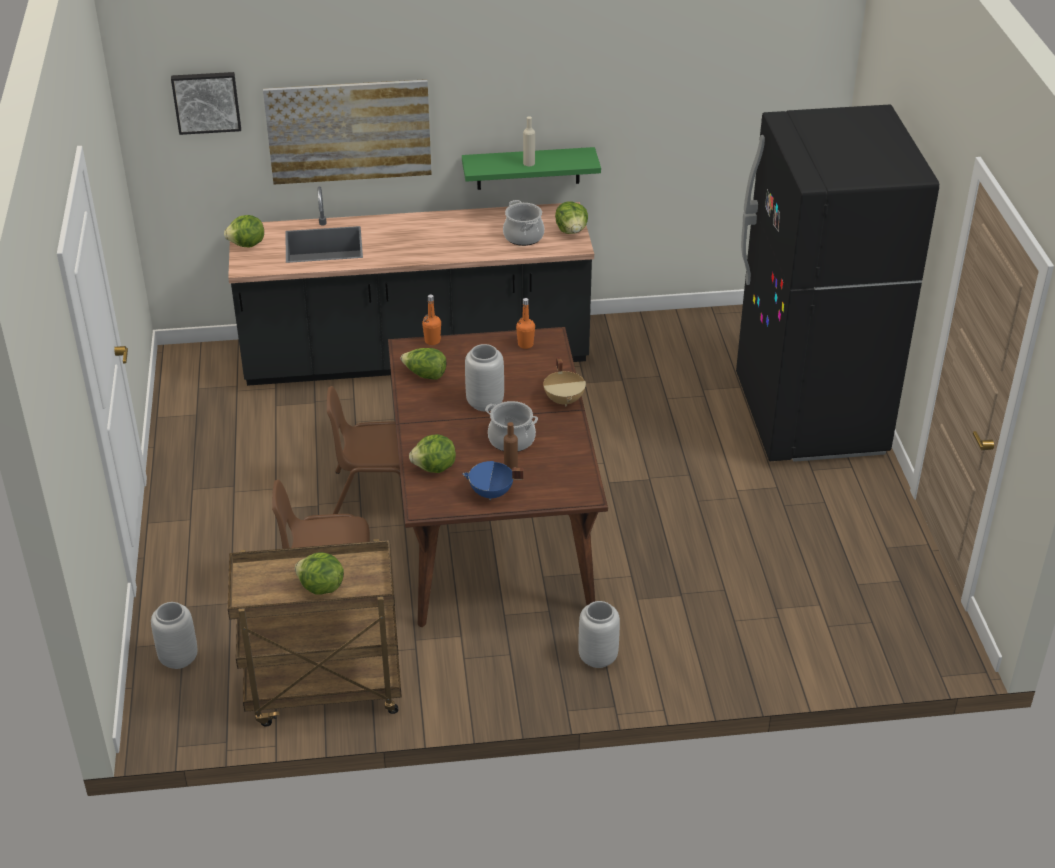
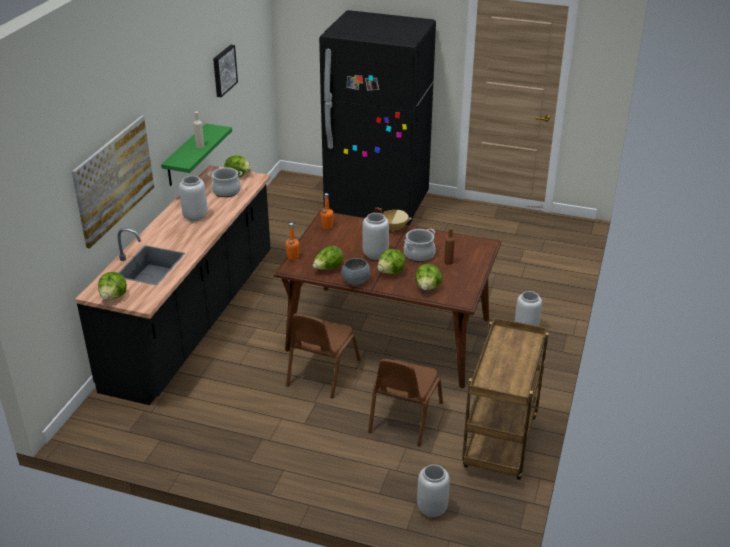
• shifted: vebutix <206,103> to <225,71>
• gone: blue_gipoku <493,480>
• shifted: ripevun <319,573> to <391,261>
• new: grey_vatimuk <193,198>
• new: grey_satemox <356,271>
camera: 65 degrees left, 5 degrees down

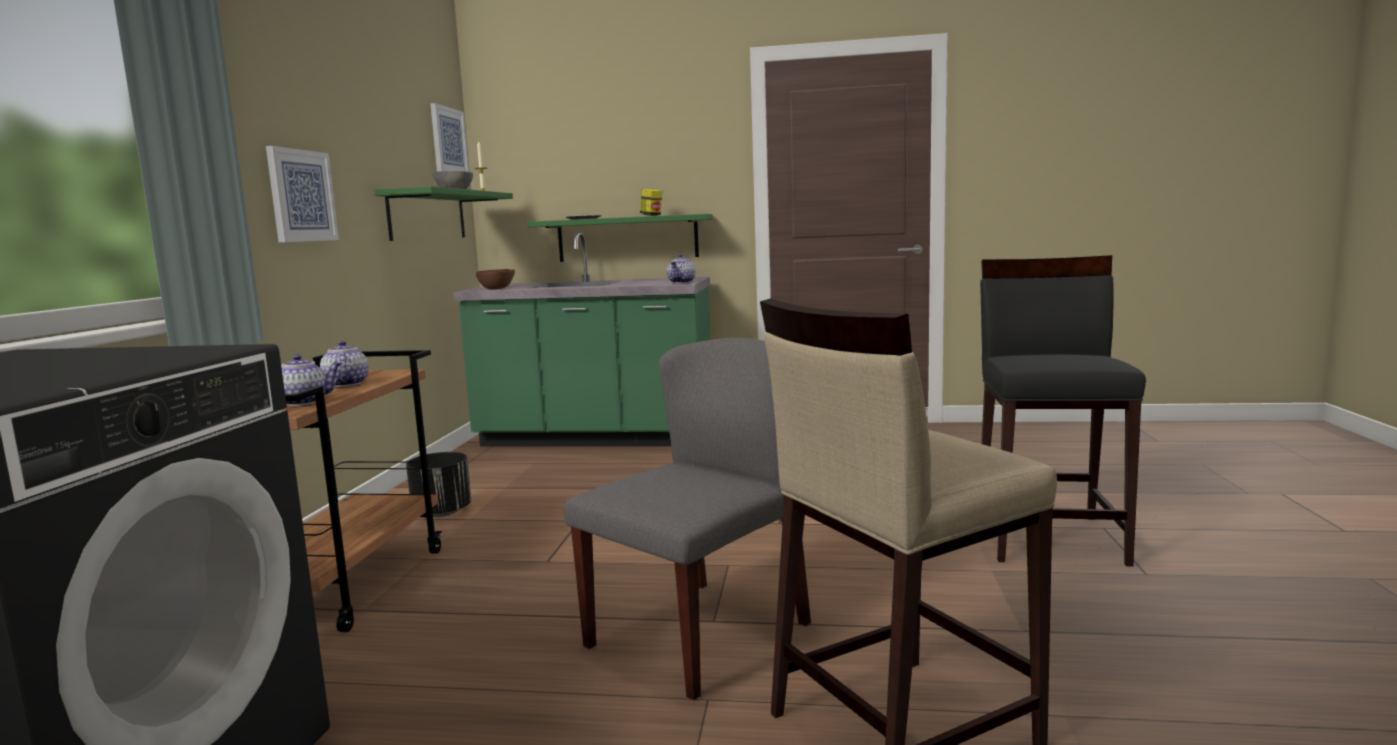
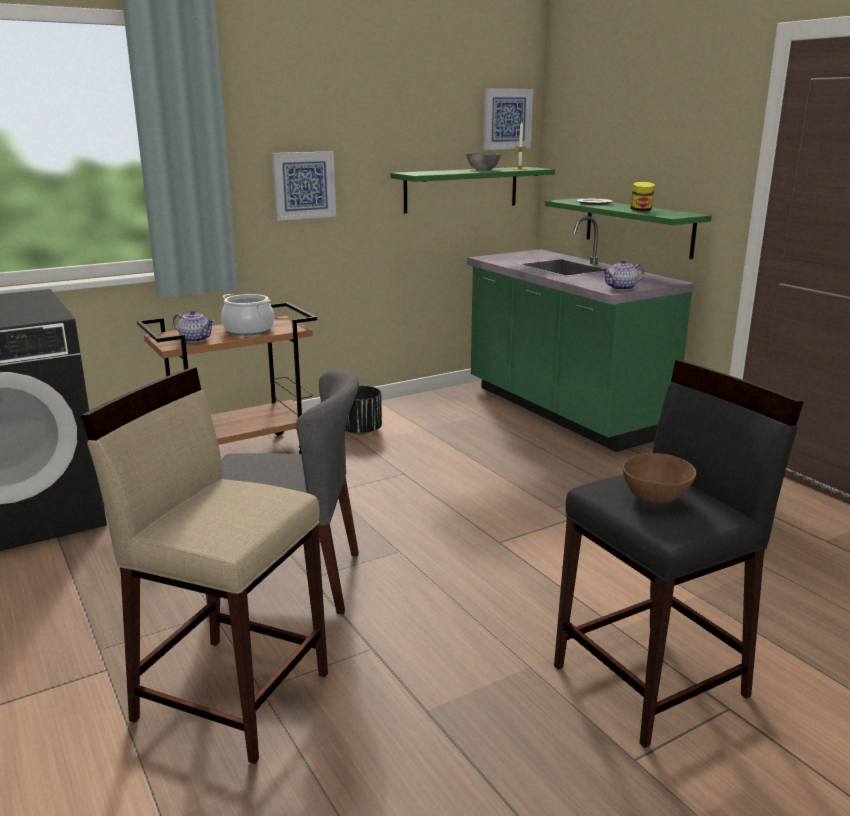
• shifted: brown_satemox <495,279> to <659,478>
• swapped: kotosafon <344,364> to gipoku <247,315>
camera: 50 degrees right, 10 degrees up

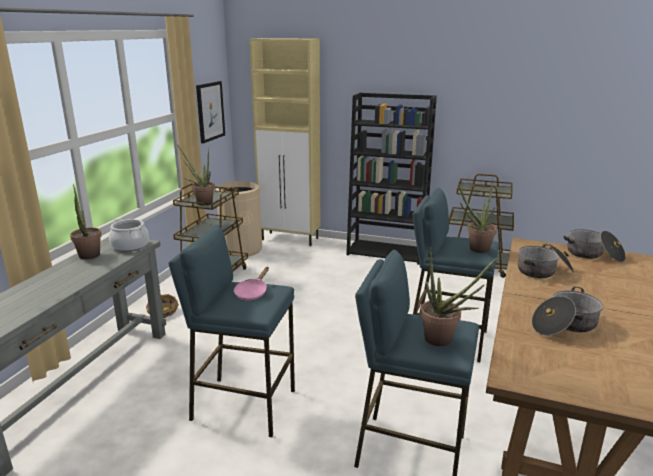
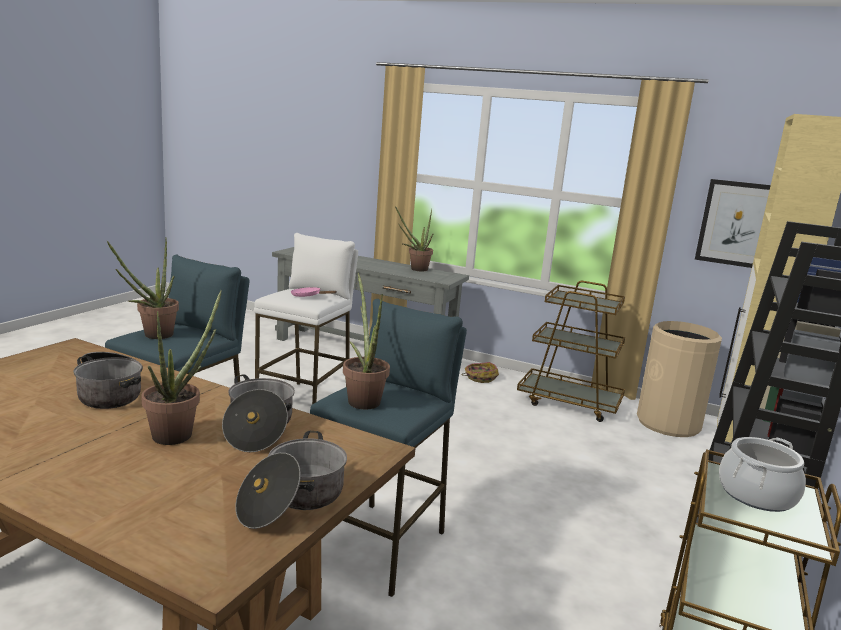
• shifted: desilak <196,174> to <181,367>
• shifted: gipoku <129,235> to <762,474>
• repainted: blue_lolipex <231,331> to white_lolipex <306,319>
camera: 95 degrees right, 5 degrees down

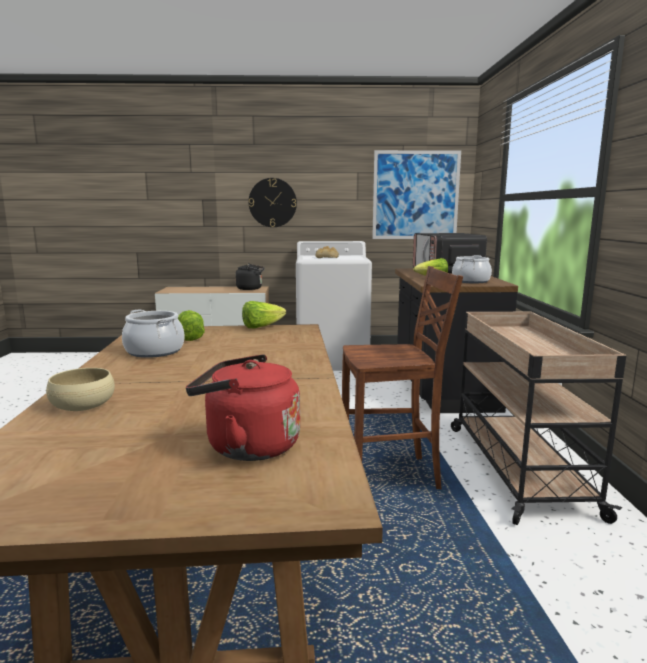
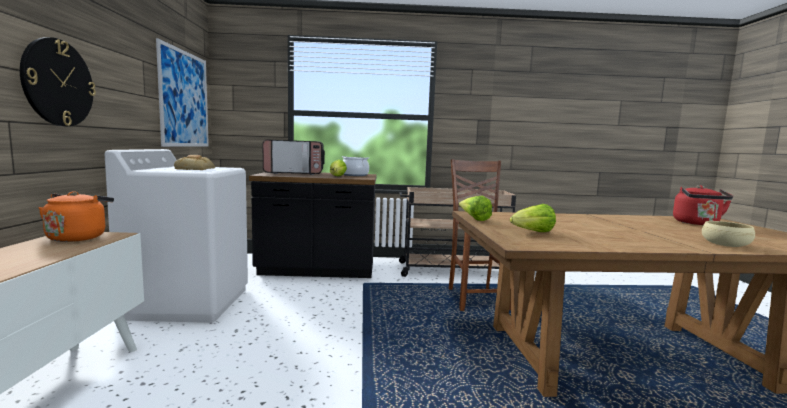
• repainted: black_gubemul <250,276> to orange_gubemul <76,216>
• gone: gipoku <153,333>
camera: 90 degrees left, 5 degrees down

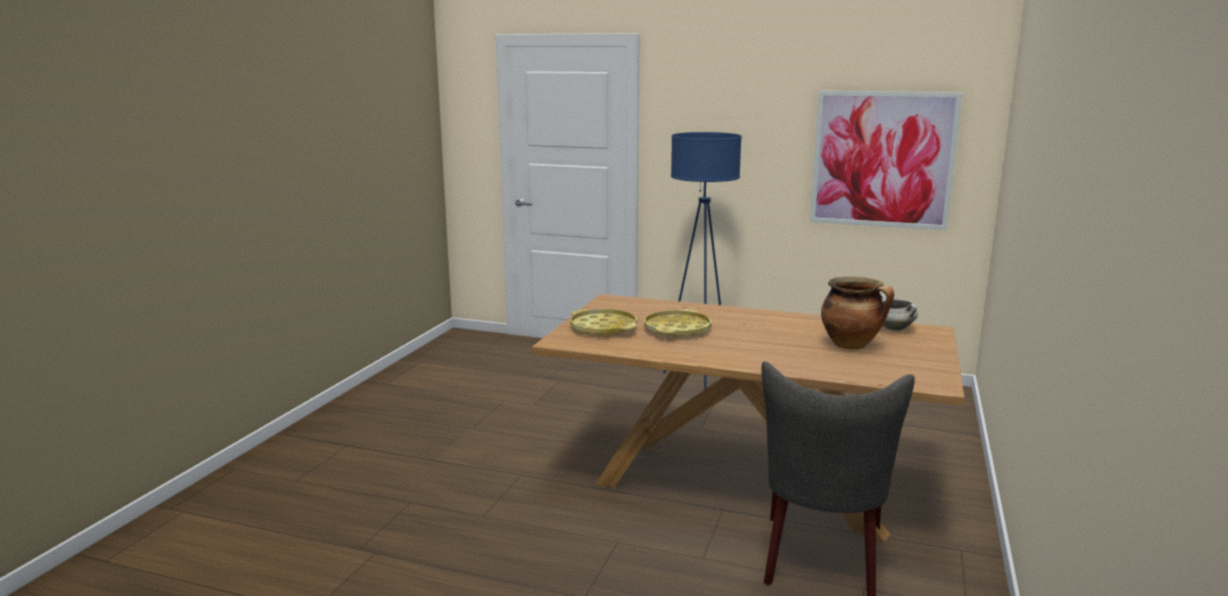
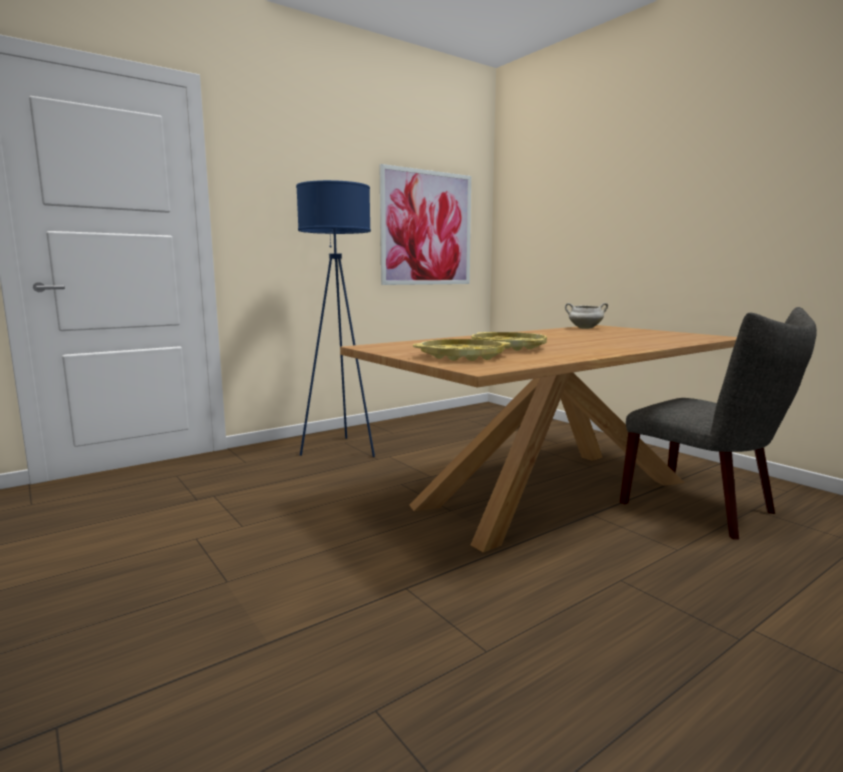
• gone: gipoku <857,313>
camera: 55 degrees left, 5 degrees down

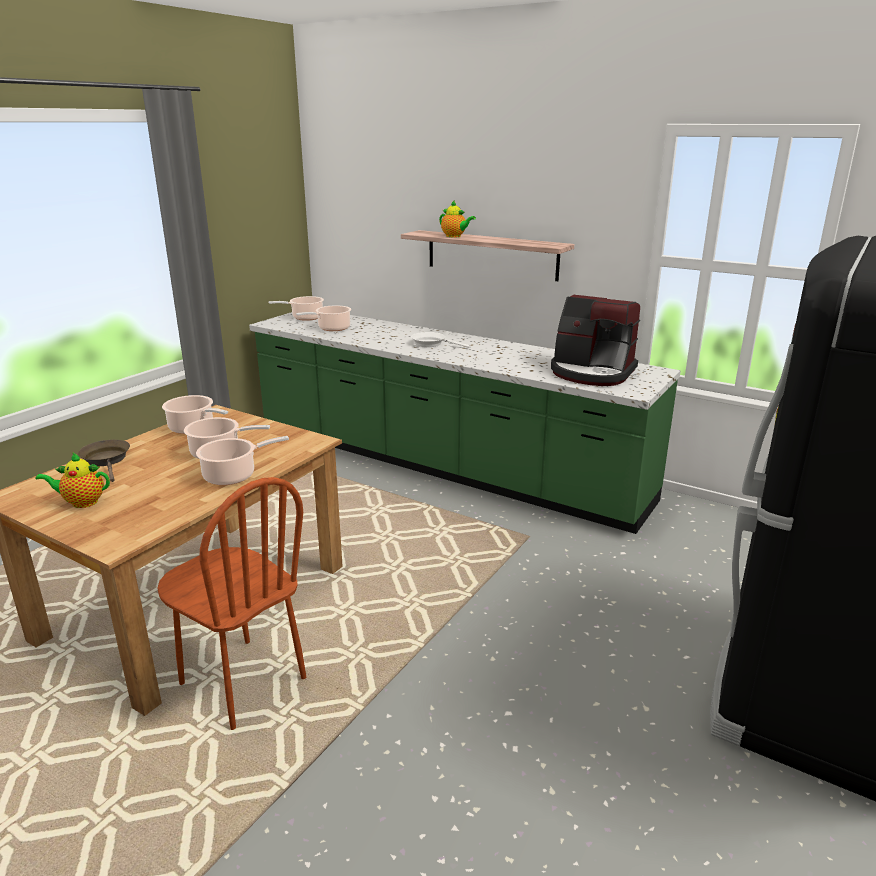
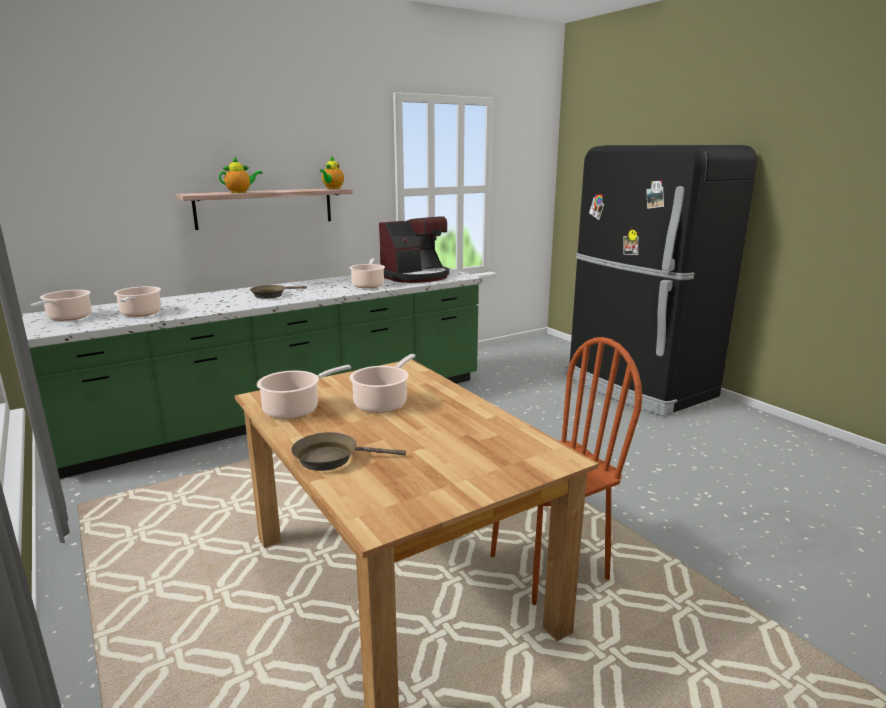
• repainted: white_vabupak <440,340> to brown_vabupak <278,292>
• shifted: gipoku <242,460> to <367,273>
• shifted: kotosafon <72,480> to <332,172>
camera: 65 degrees left, 5 degrees down

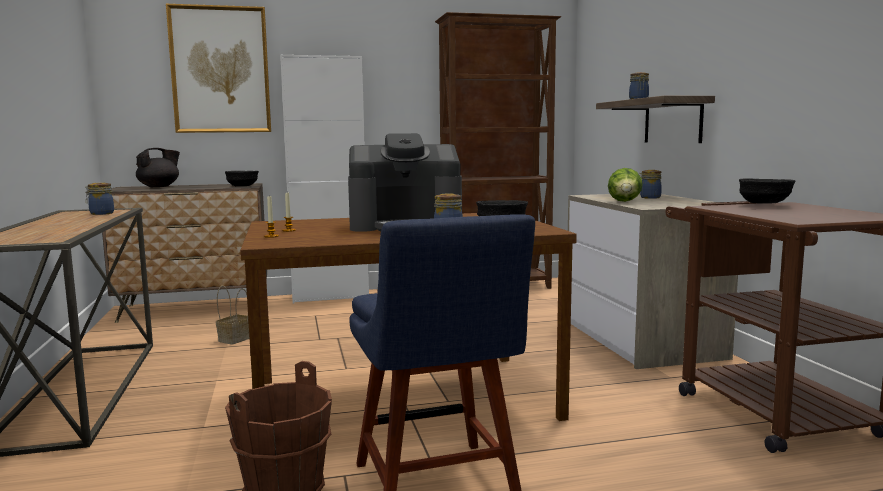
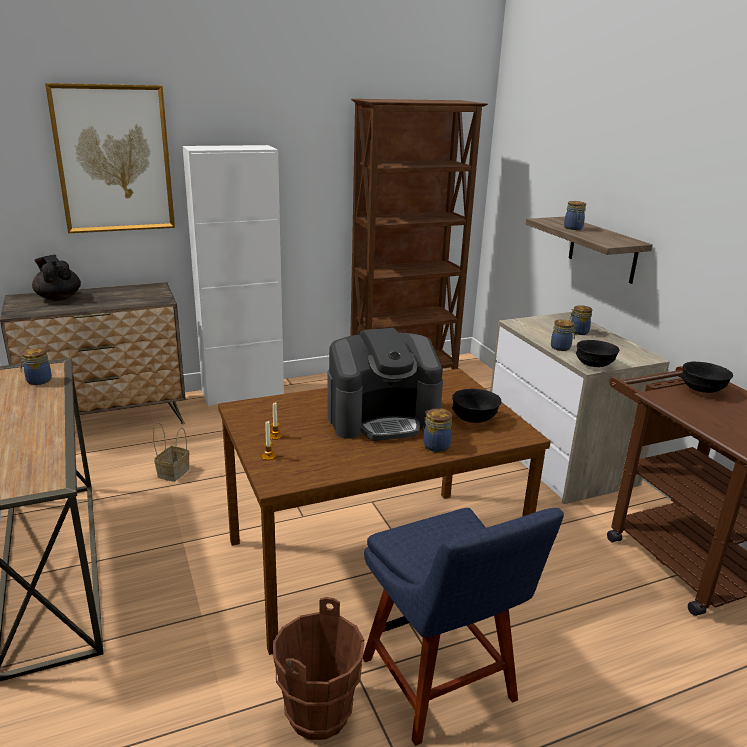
• rotated: black_kotosafon <158,167> = <56,278> 75 degrees counterclockwise
• swapped: ripevun <625,185> to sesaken <564,335>
• shifted: black_satemox <242,178> to <598,353>
camera: 10 degrees left, 15 degrees up

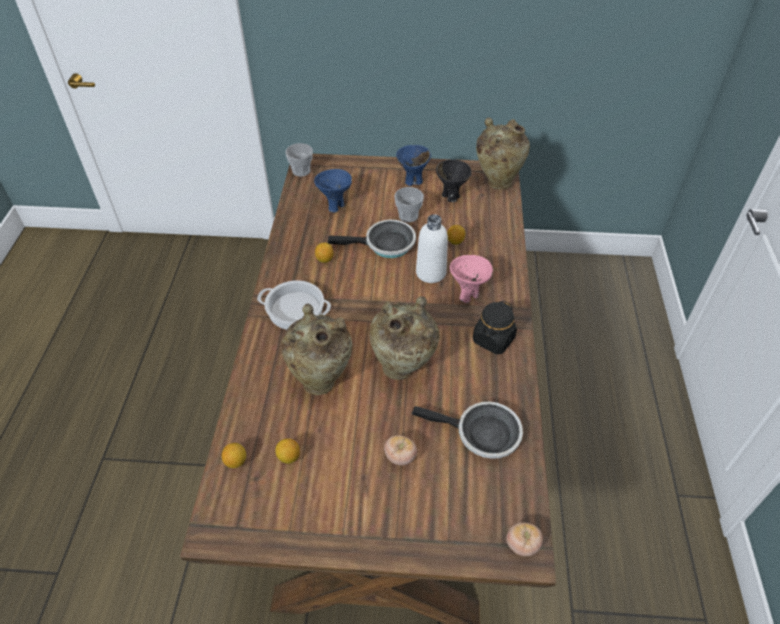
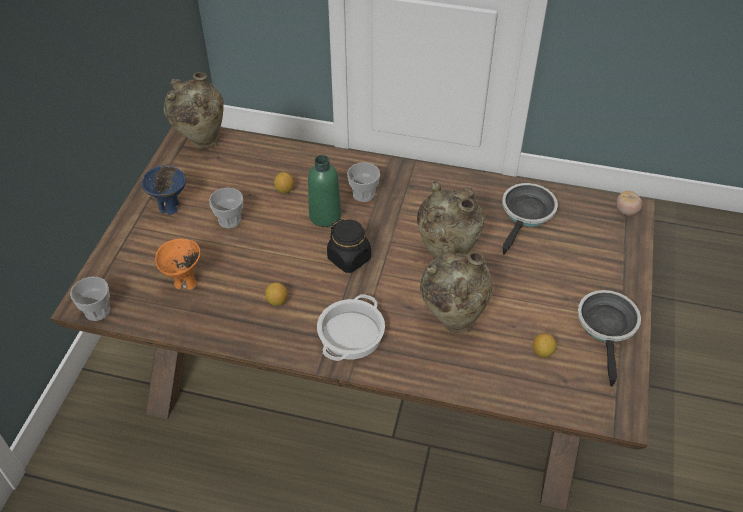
• gone: black_satemox <454,181>
• repainted: blue_satemox <333,191> to orange_satemox <178,264>
• repainted: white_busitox <432,248> to green_busitox <325,191>
• shifted: vabupak <372,239> to <609,338>
• swapped: pink_satemox <471,279> to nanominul <363,182>
• shifted: black_sesaken <495,327> to <349,246>
• gone: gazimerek <400,450>
• gone: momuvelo <234,455>
camera: 80 degrees left, 0 degrees up

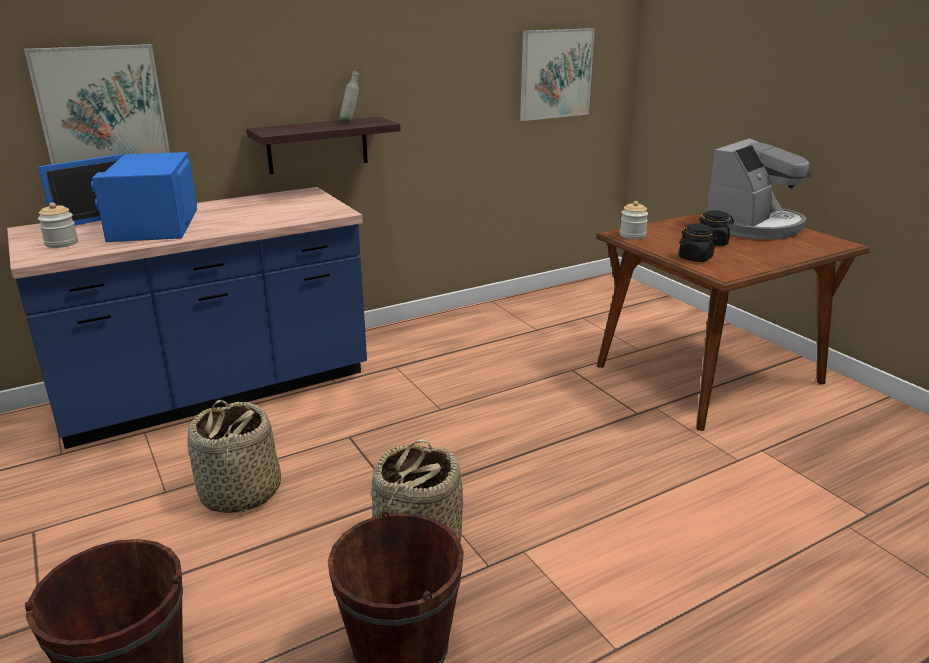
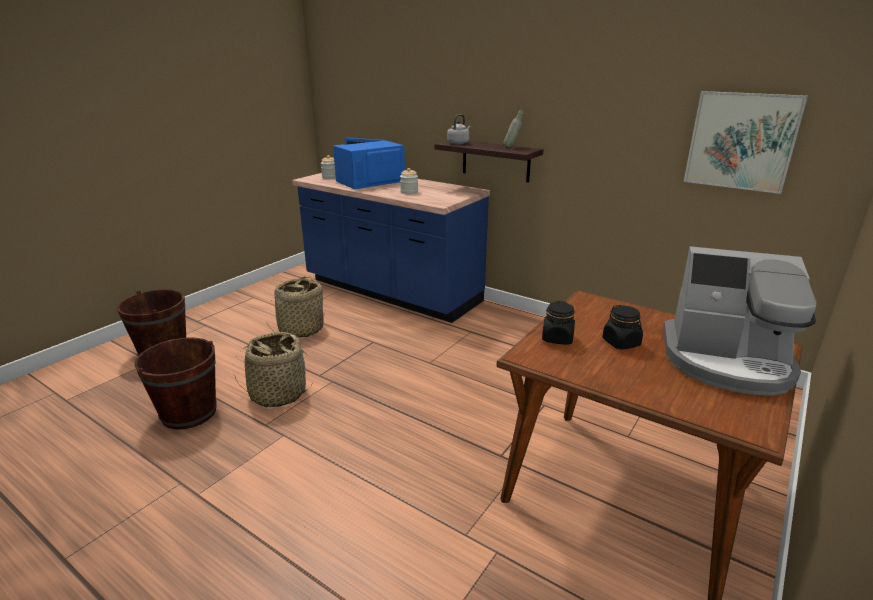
• gone: vebutix <97,104>
• shifted: sesaken <634,220> to <409,181>
• new: grey_gubemul <459,129>
camera: 65 degrees right, 0 degrees up

